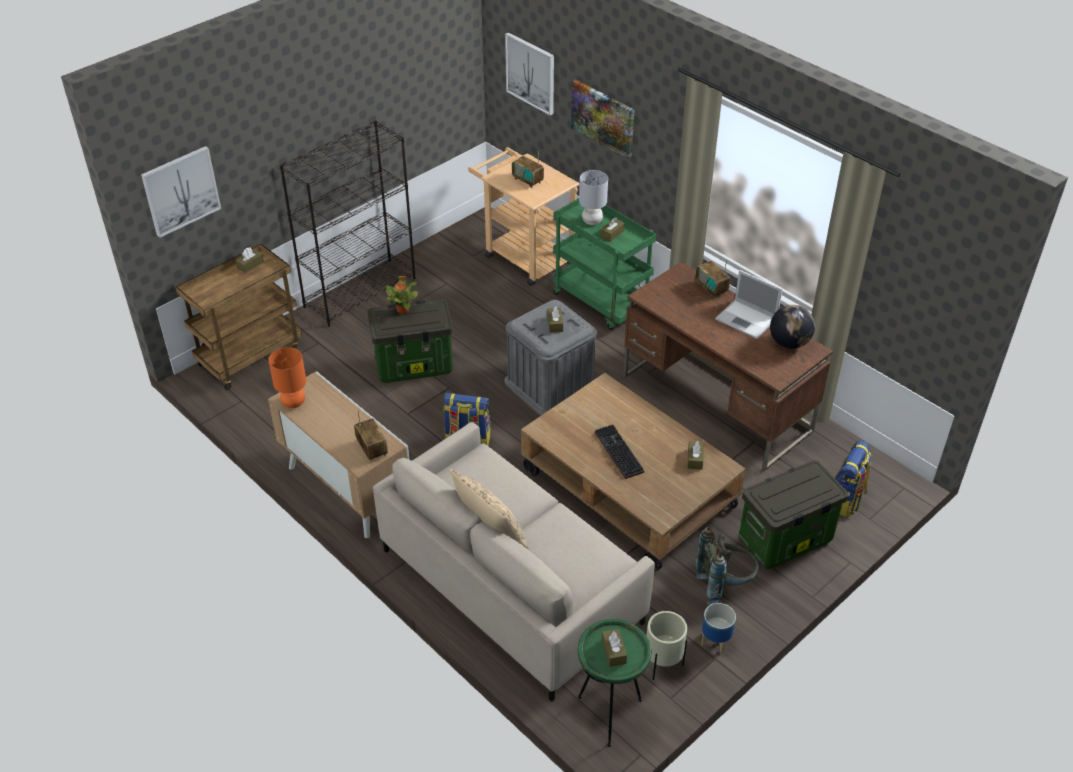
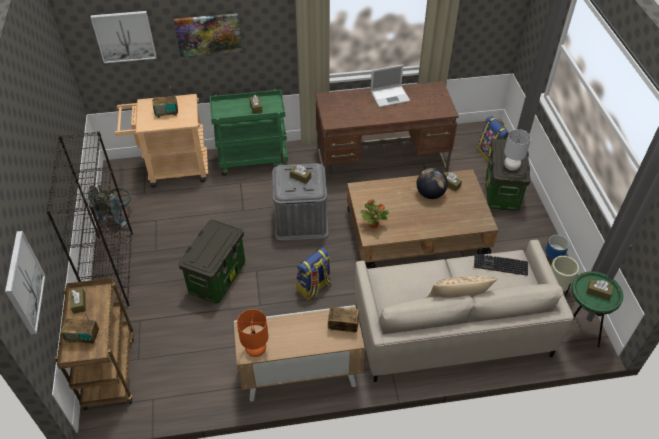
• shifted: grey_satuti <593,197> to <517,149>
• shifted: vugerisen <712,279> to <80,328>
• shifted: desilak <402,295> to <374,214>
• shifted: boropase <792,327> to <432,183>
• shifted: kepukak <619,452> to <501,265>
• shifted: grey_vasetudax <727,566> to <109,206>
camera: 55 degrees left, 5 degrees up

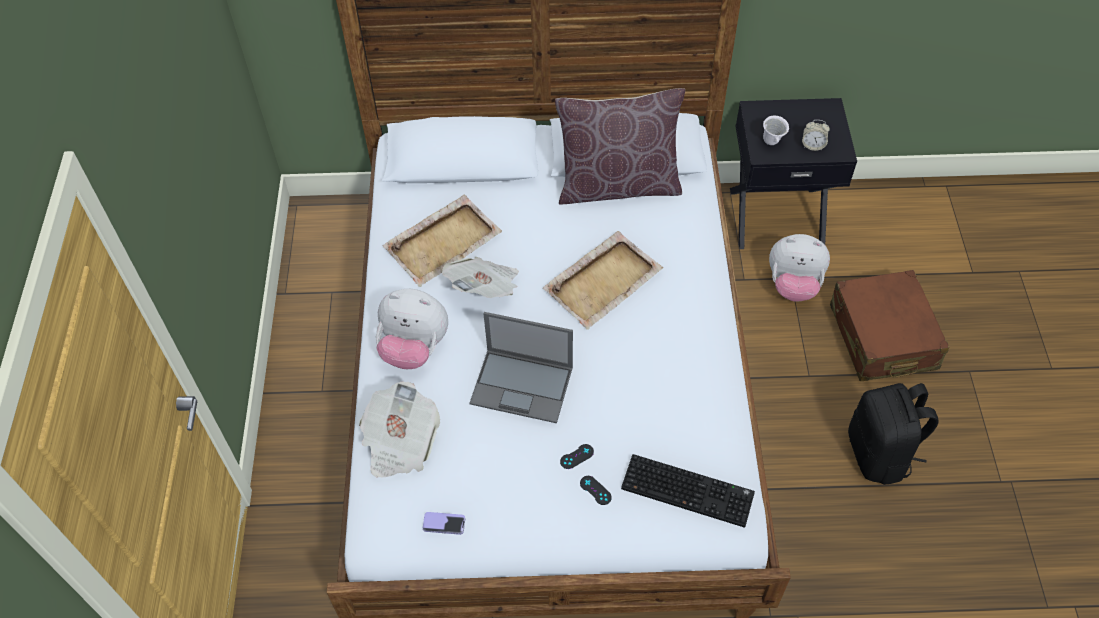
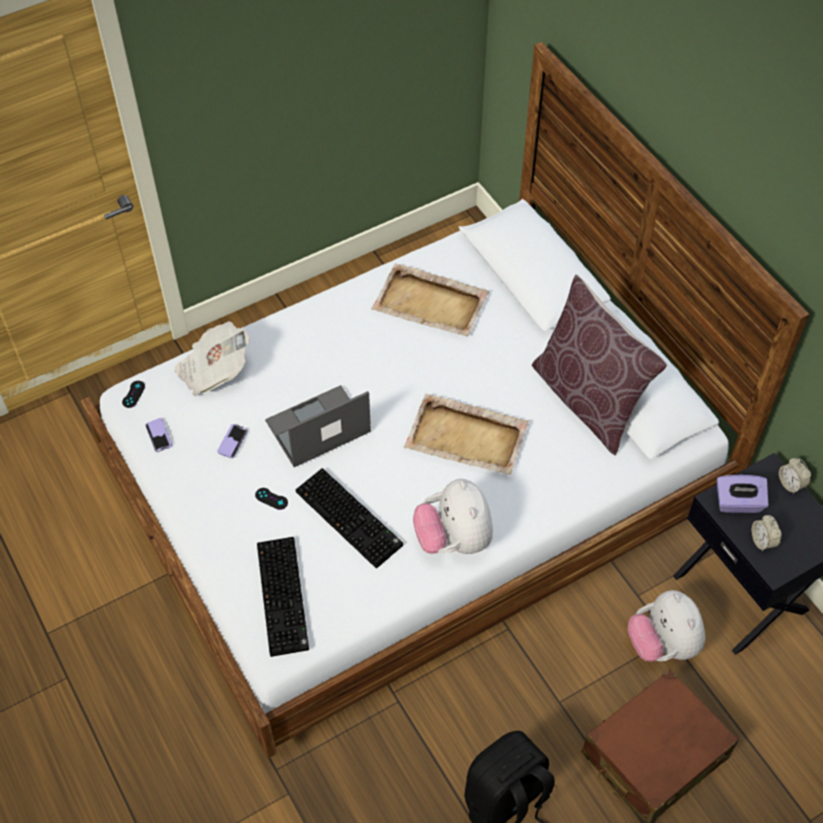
• swapped: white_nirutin <776,130> to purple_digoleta <743,494>
• gone: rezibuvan <480,277>
• shifted: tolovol <412,329> to <453,516>
• rotated: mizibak <521,367> = <318,426> 75 degrees clockwise
• shifted: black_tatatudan <596,490> to <133,394>
• new: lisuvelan <232,441>
• new: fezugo <795,476>
• new: kepukak <349,518>
camera: 60 degrees right, 0 degrees up

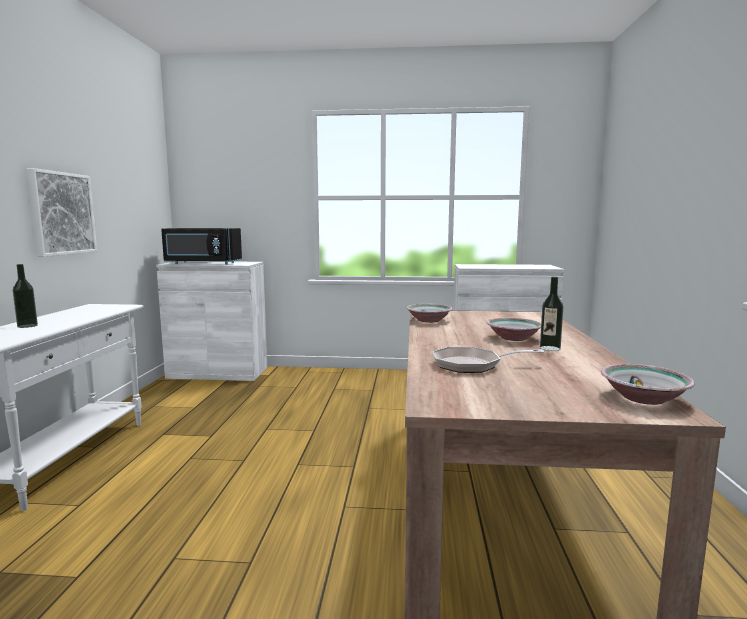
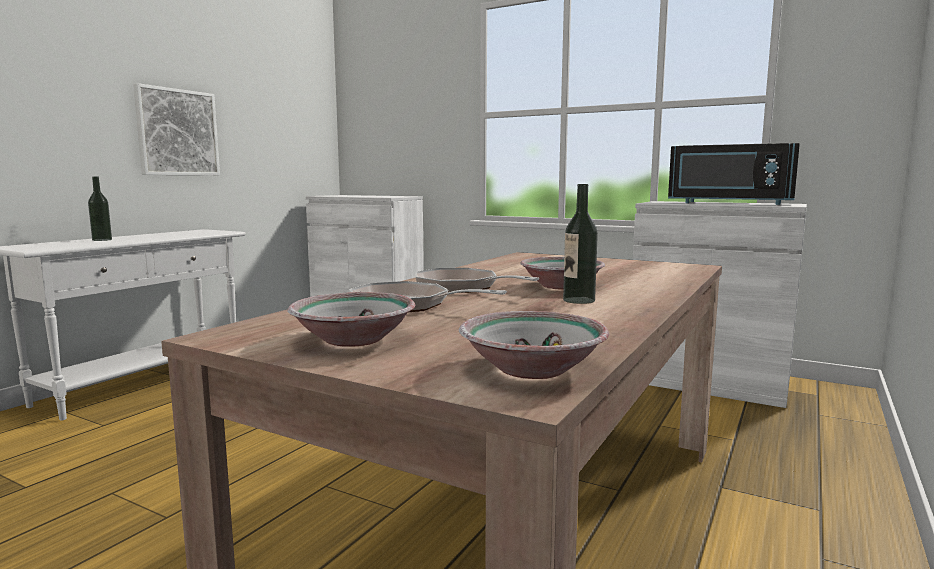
• shifted: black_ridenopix <201,246> to <734,174>
• shifted: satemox <429,313> to <351,319>
• new: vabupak <477,280>
camera: 25 degrees right, 0 degrees up

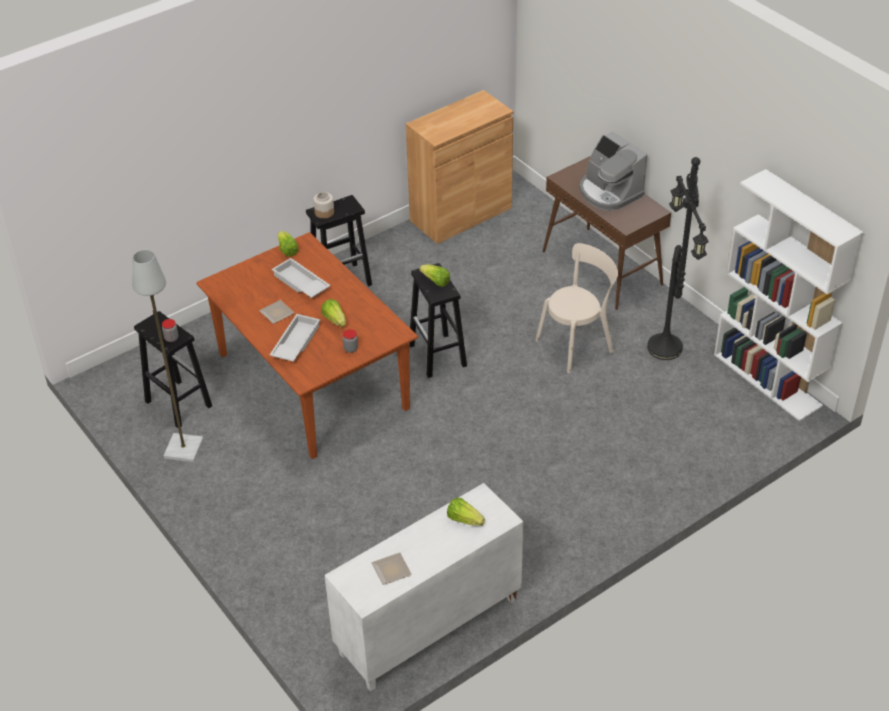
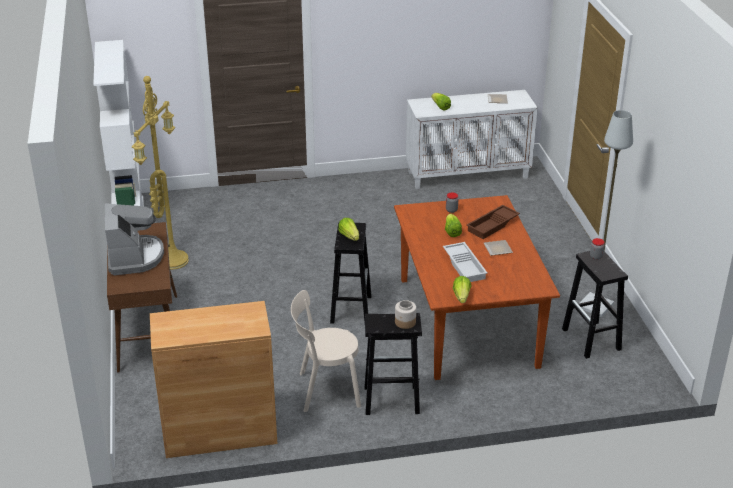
• repainted: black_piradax <678,258> to yellow_piradax <160,173>
• shifted: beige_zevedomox <576,308> to <326,351>
• repainted: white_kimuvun <295,337> to brown_kimuvun <493,222>
camera: 155 degrees left, 10 degrees down

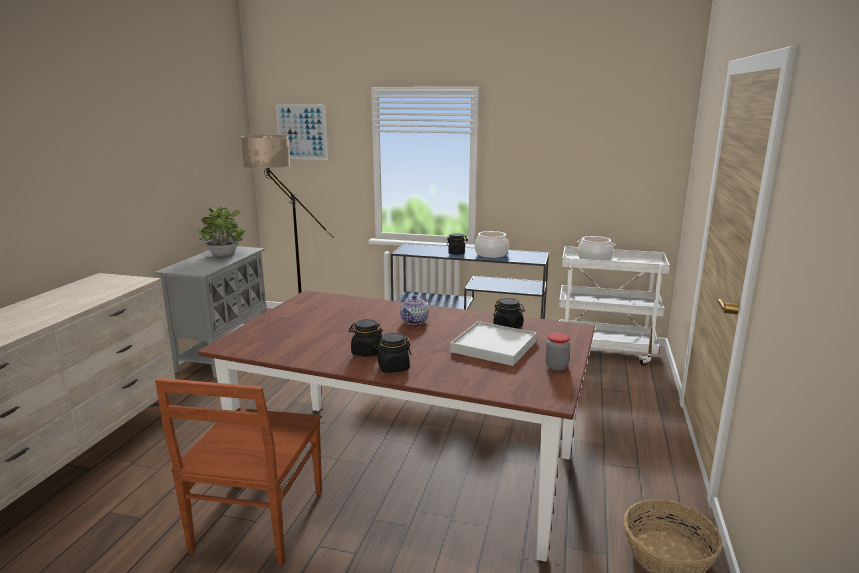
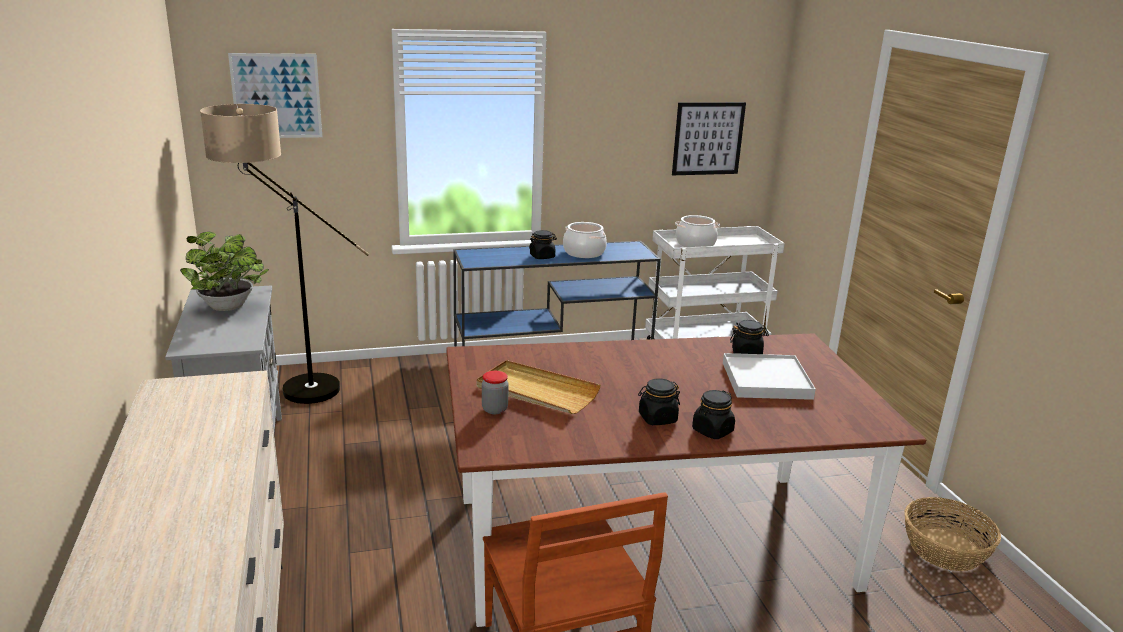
• gone: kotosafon <414,310>
• shifted: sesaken <557,352> to <495,392>
• new: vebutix <709,138>
• new: beige_kimuvun <538,387>
camera: 30 degrees left, 5 degrees up

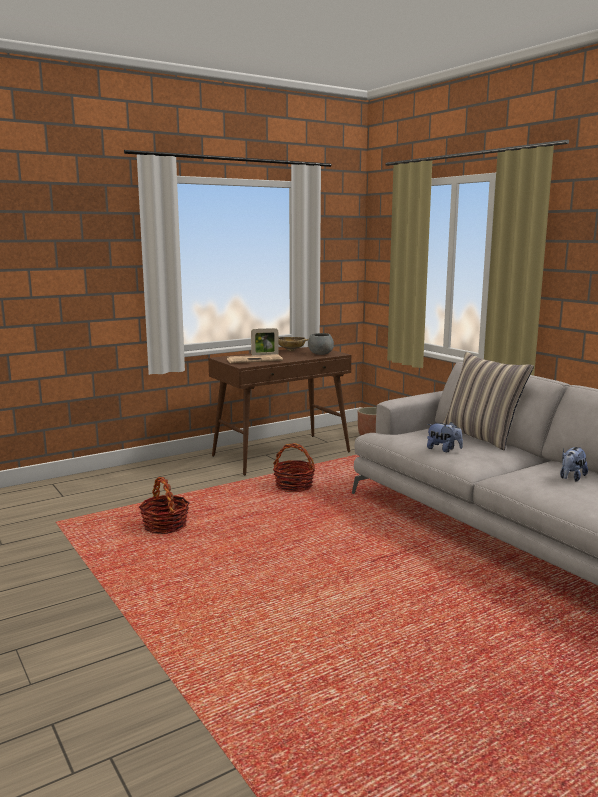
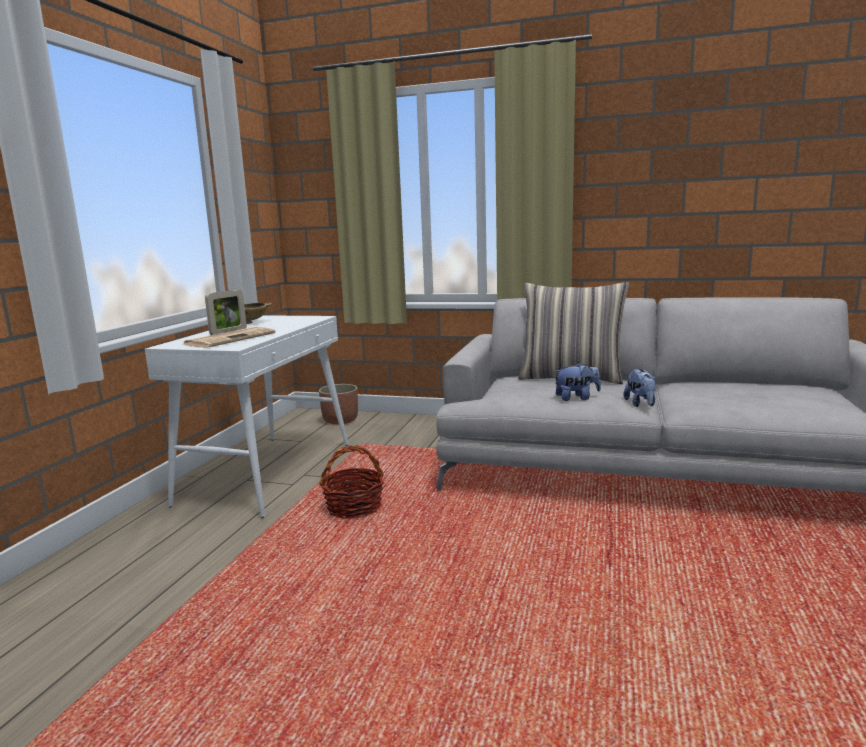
• gone: grey_satemox <321,344>
• repainted: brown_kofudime <280,411> to white_kofudime <247,416>
• shifted: tolovol <574,464> to <639,388>
• gone: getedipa <164,505>
camera: 40 degrees left, 0 degrees up

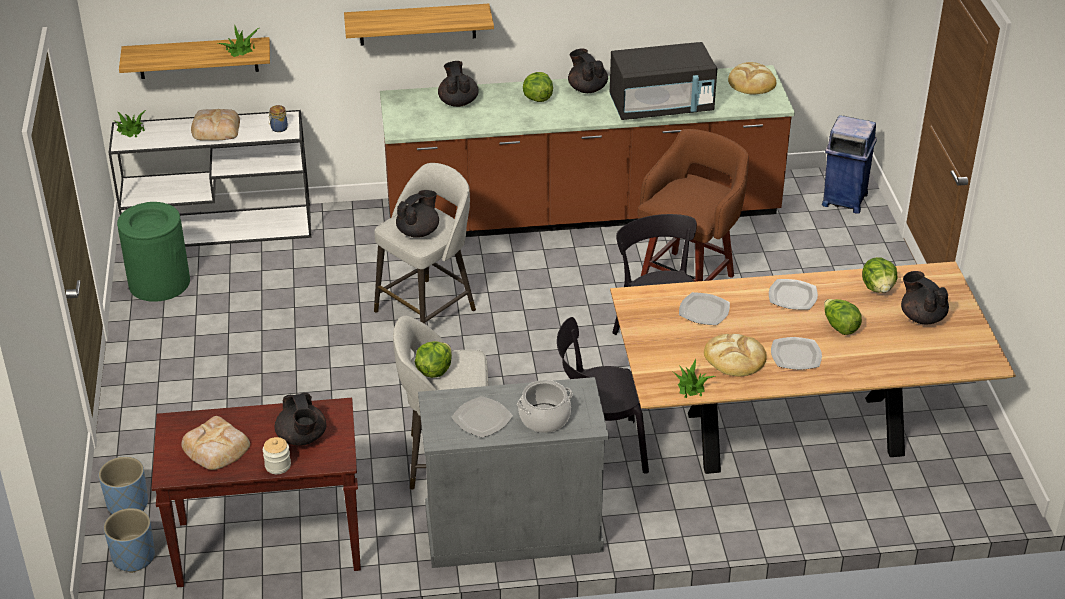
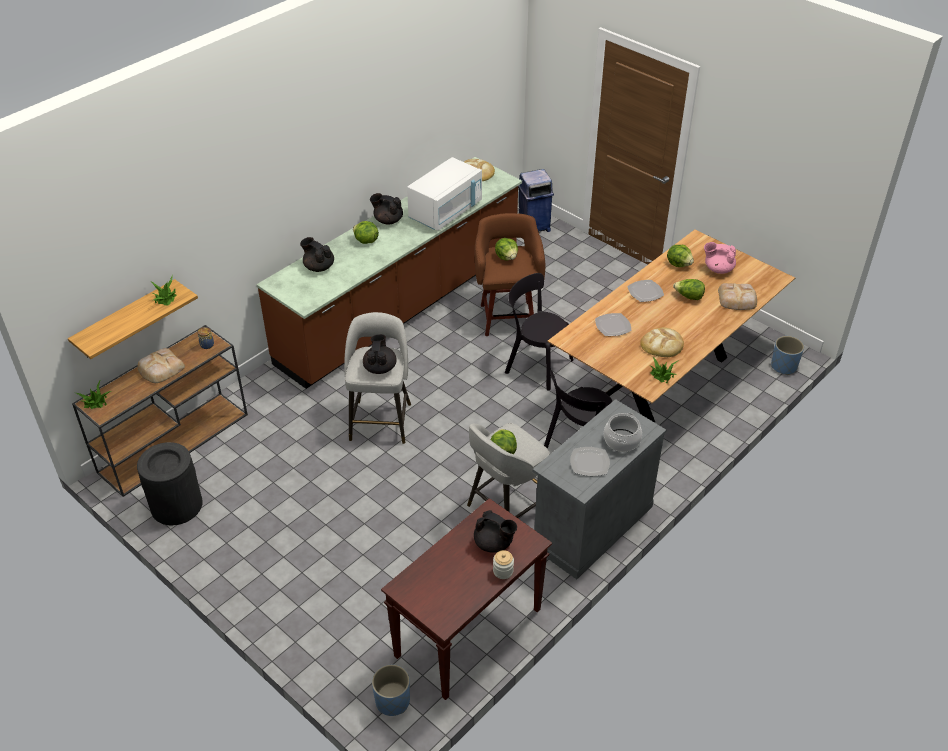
• gone: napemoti <419,24>
• repainted: black_ridenopix <663,81> to white_ridenopix <444,194>
• repainted: white_kofudime <210,178> to brown_kofudime <160,411>
• repainted: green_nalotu <153,252> to black_nalotu <170,483>
• repainted: black_kotosafon <925,297> to pink_kotosafon <720,258>
• gone: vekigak <796,353>
• shifted: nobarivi <215,443> to <737,296>
• shifted: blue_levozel <123,485> to <787,355>
• new: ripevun <506,249>
camera: 40 degrees left, 5 degrees up

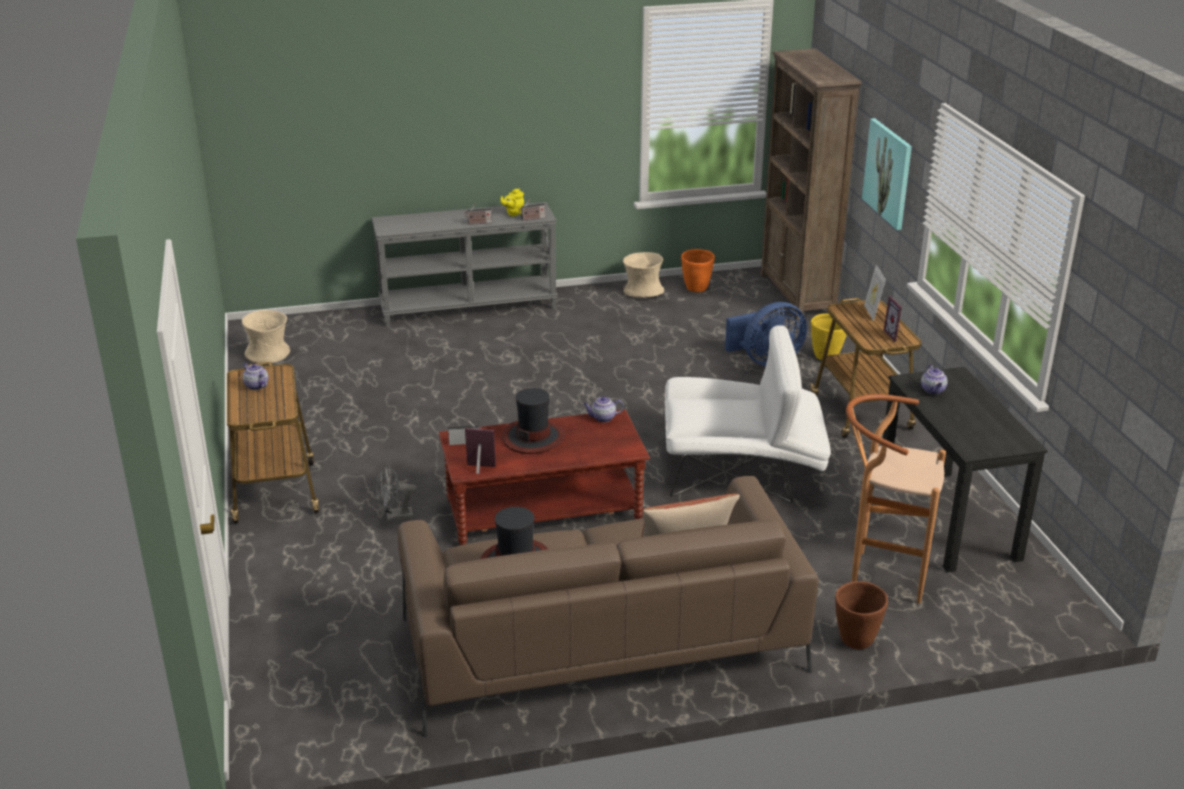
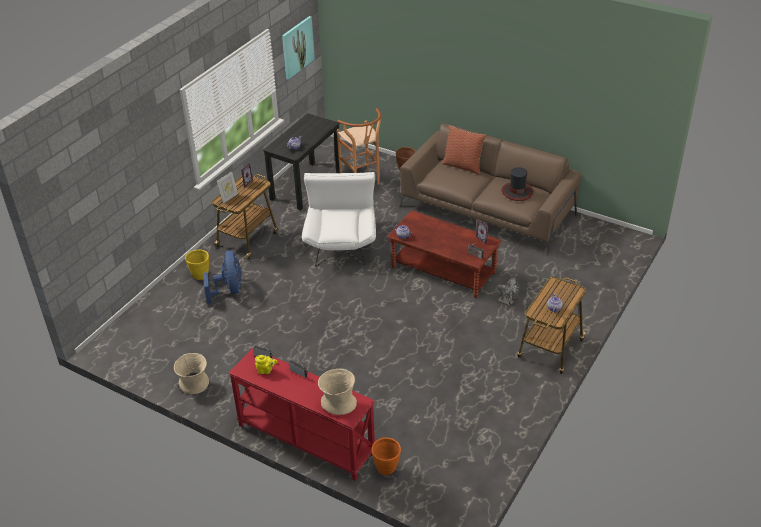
• gone: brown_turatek <811,184>
• shifted: vebutix <887,174> to <298,48>
• repainted: grey_kofudime <465,264> to red_kofudime <302,414>
• shifted: orange_levozel <698,270> to <386,456>
• rotated: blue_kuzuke <766,334> = <222,277> 60 degrees clockwise
• shifted: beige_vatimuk <266,336> to <337,392>
• rotated: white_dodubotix <748,414> = <339,219> 45 degrees clockwise
• gone: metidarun <533,421>
camera: 135 degrees left, 10 degrees up

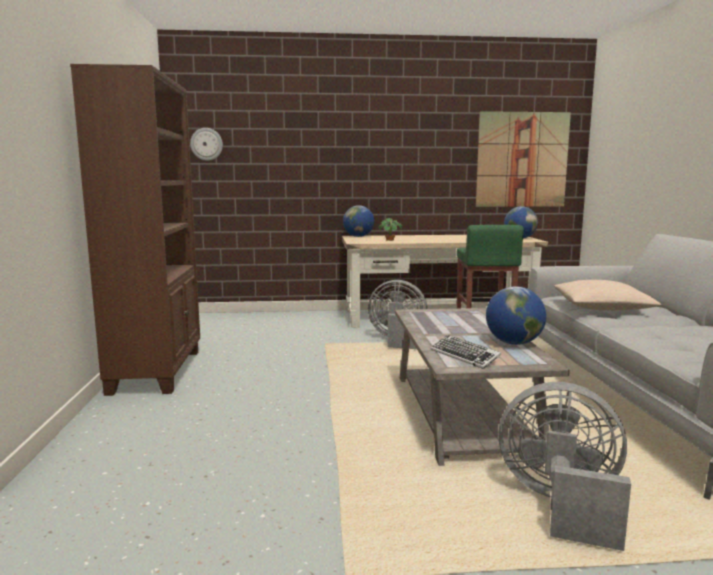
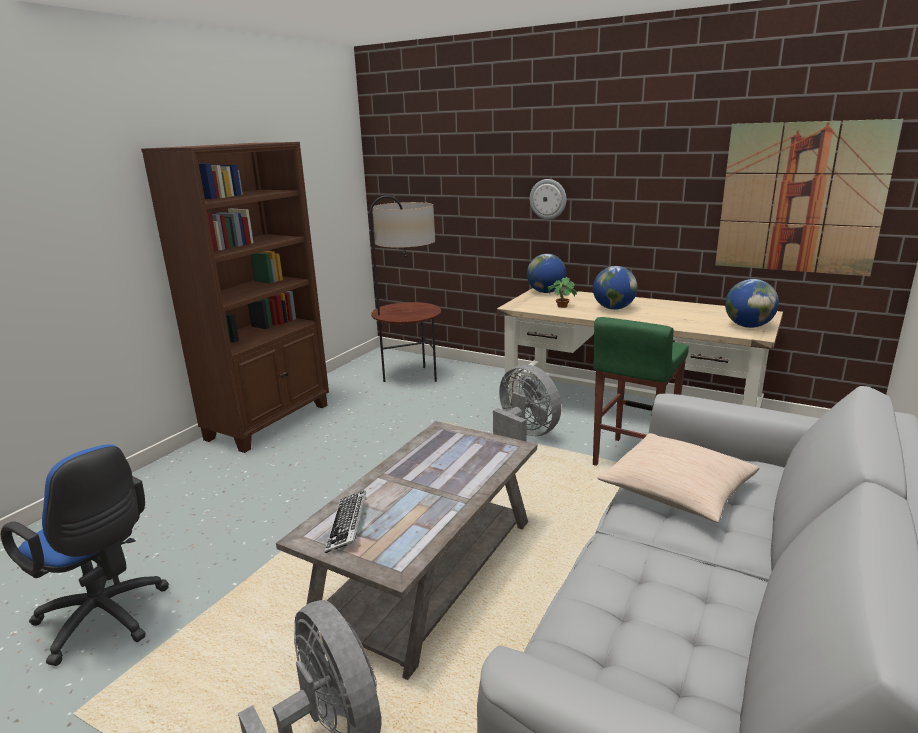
• shifted: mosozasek <206,144> to <548,199>
• shifted: boropase <516,315> to <615,288>
• new: piradax <405,289>
• new: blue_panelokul <85,555>
camera: 35 degrees right, 10 degrees up

